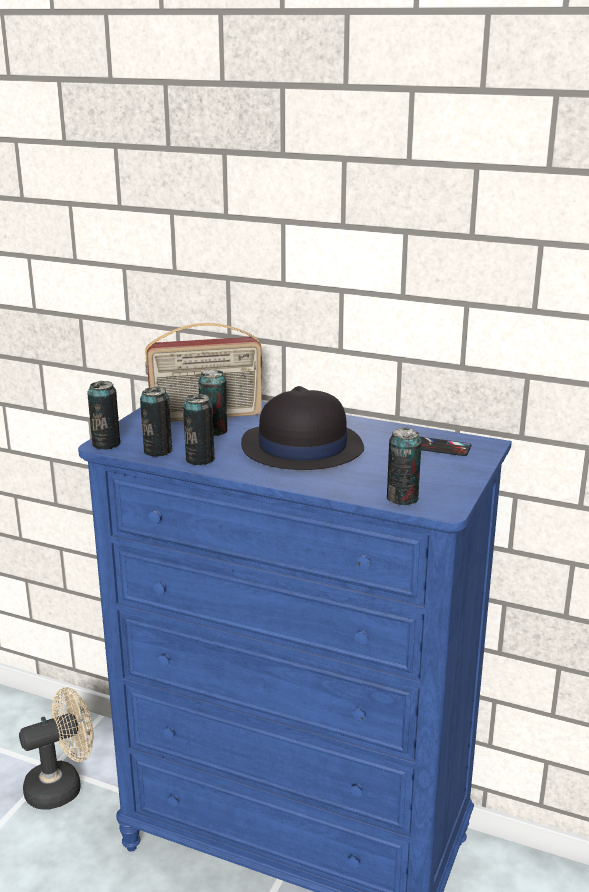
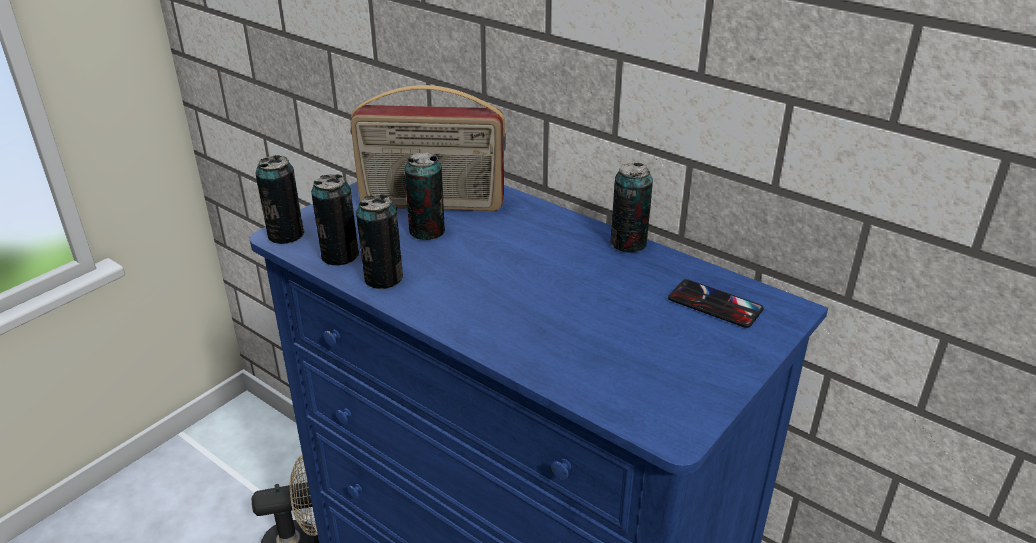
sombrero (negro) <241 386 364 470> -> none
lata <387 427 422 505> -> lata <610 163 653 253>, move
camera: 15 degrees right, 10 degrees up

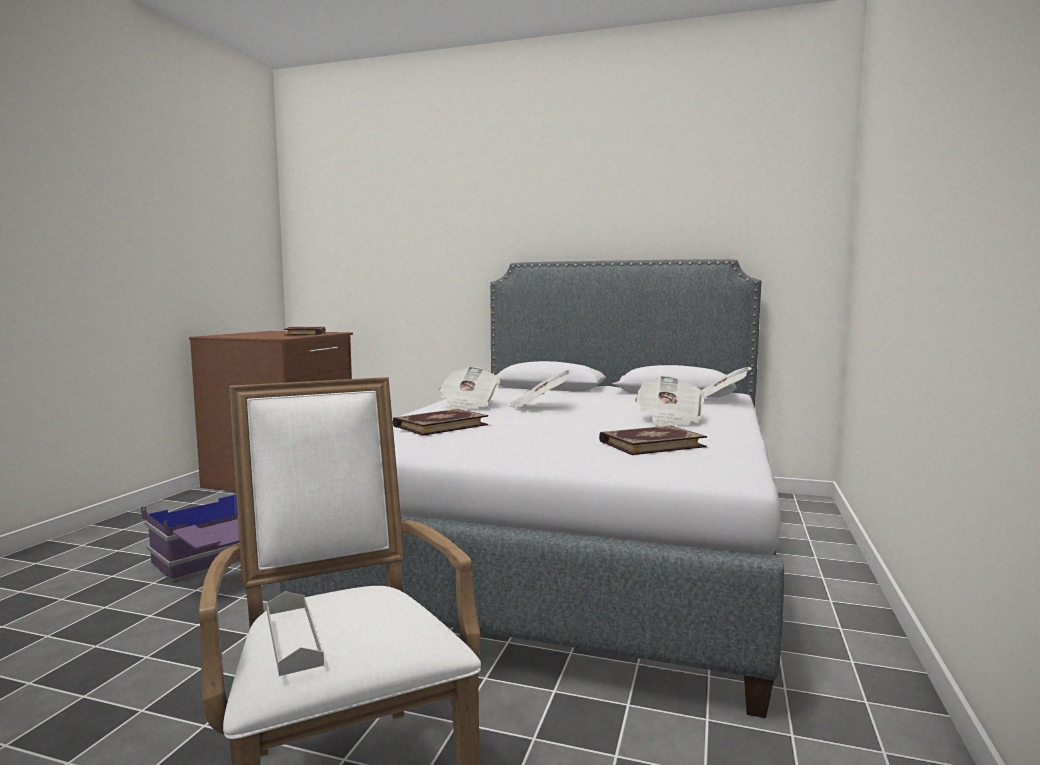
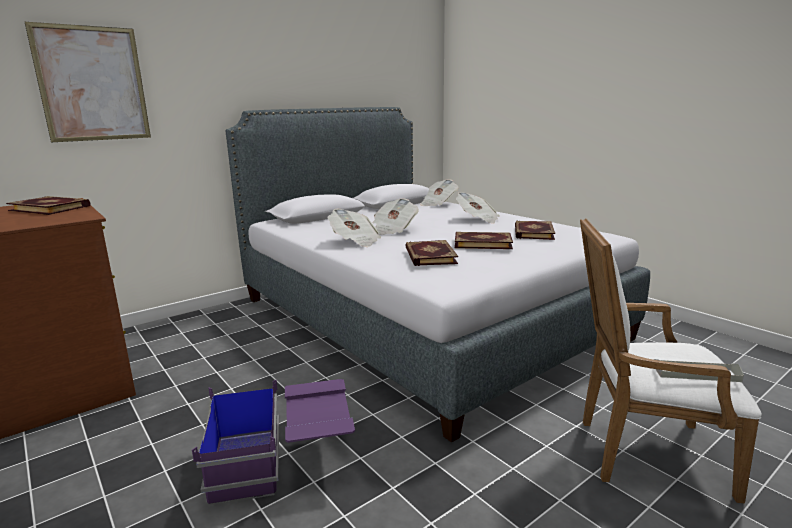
none -> cuadro <25 22 151 142>
none -> libro <455 232 513 249>
camera: 55 degrees left, 10 degrees up

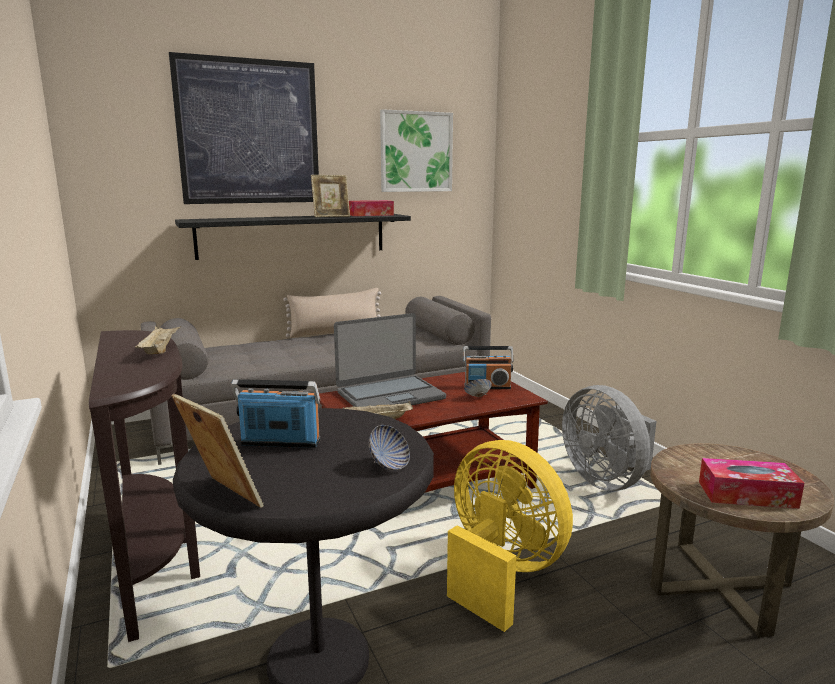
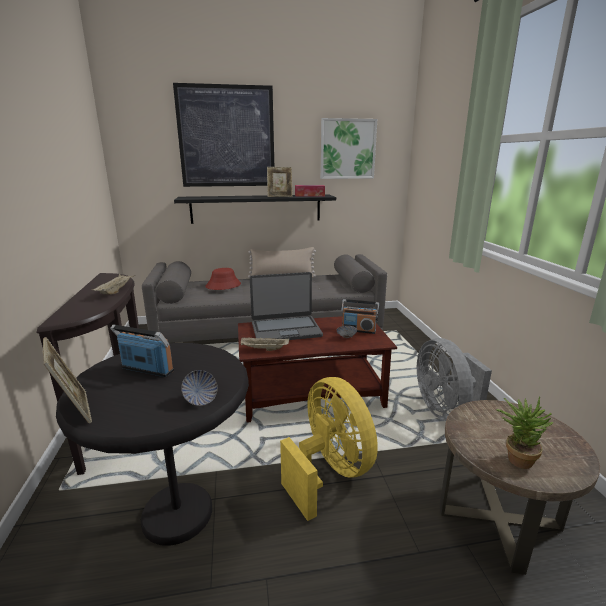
none -> sombrero (rojo) <205 268 241 290>
caja de pañuelos <699 458 804 509> -> planta en maceta <496 396 554 469>
camera: 15 degrees right, 5 degrees up

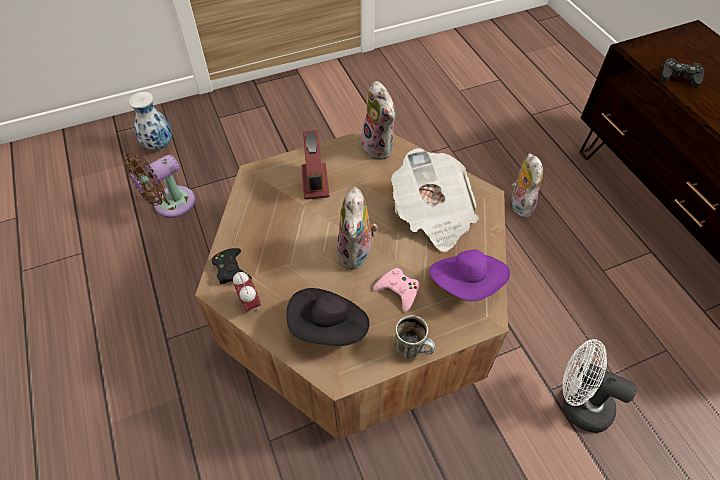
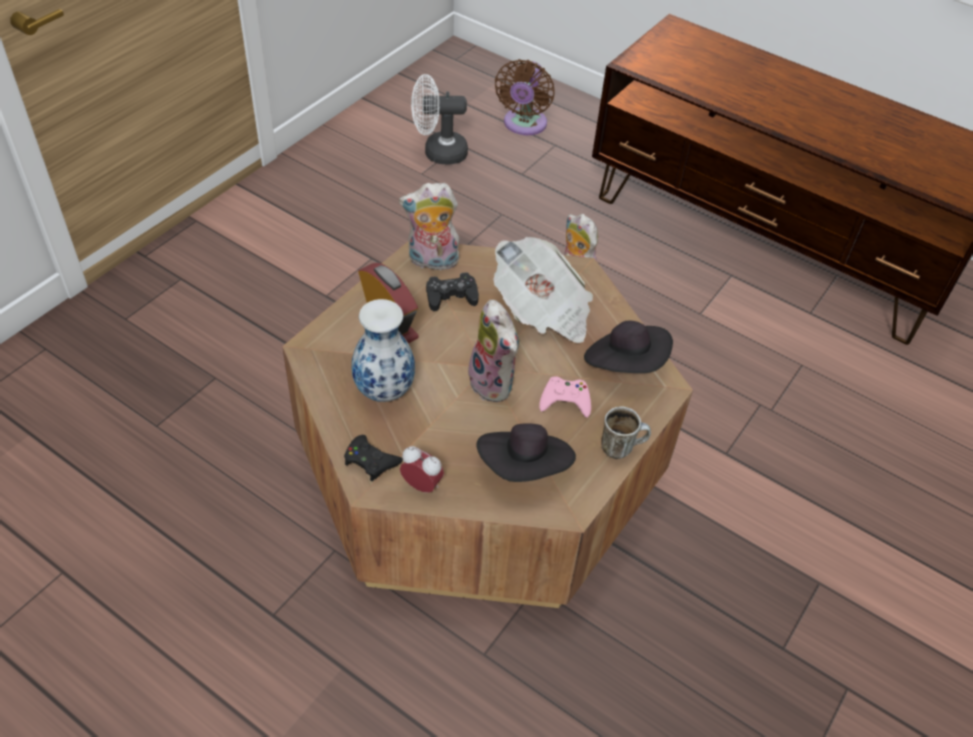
ventilador (marrón) <123 152 195 218> -> ventilador (marrón) <495 59 555 135>, move
florero <129 92 172 150> -> florero <352 299 415 402>, move
ventilador (blanco) <562 339 637 433> -> ventilador (blanco) <411 74 468 165>, move
mando de consola (negro) <660 58 704 88> -> mando de consola (negro) <426 272 479 311>, move
sombrero (morado) <430 250 510 301> -> sombrero (negro) <584 321 673 373>
peluche <361 81 397 160> -> peluche <399 183 461 270>, 150 degrees clockwise
camera: 35 degrees left, 5 degrees down

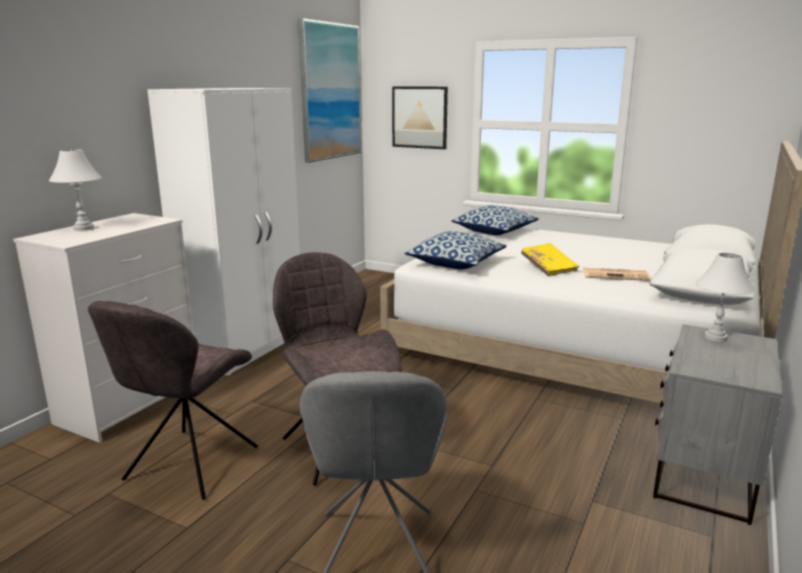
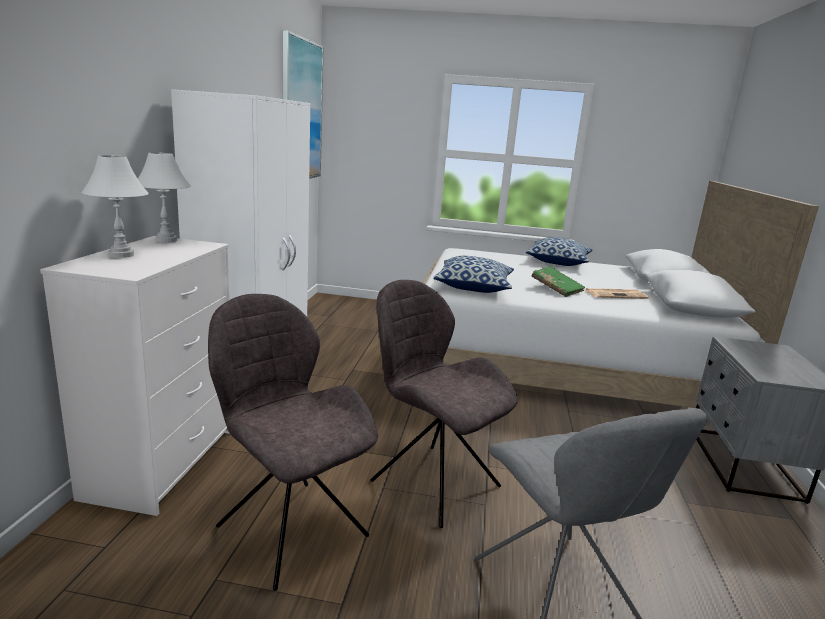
cuadro <392 86 448 149> -> none
cojín <451 205 539 235> -> cojín <526 237 592 266>, move
lámpara de mesa (blanco) <696 253 755 342> -> lámpara de mesa (blanco) <138 152 191 243>, move
libro (amarillo) <521 243 579 276> -> libro (verde) <532 266 585 297>
silla (gris) <88 301 258 500> -> silla (gris) <208 294 378 591>, 135 degrees clockwise
camera: 20 degrees left, 0 degrees up

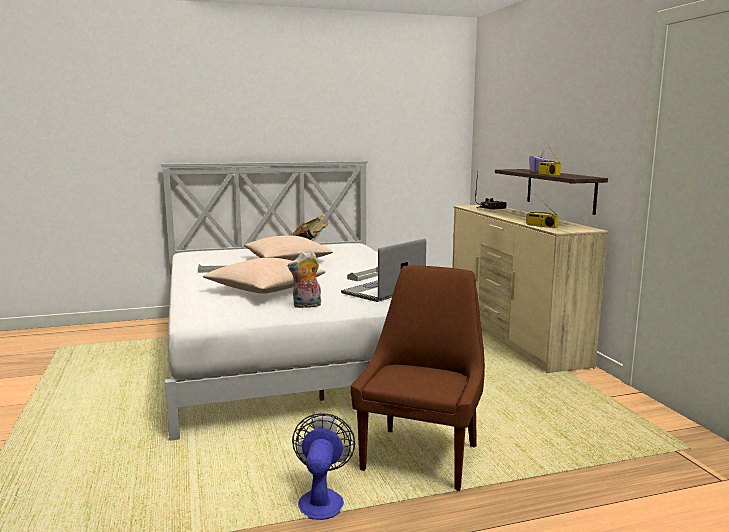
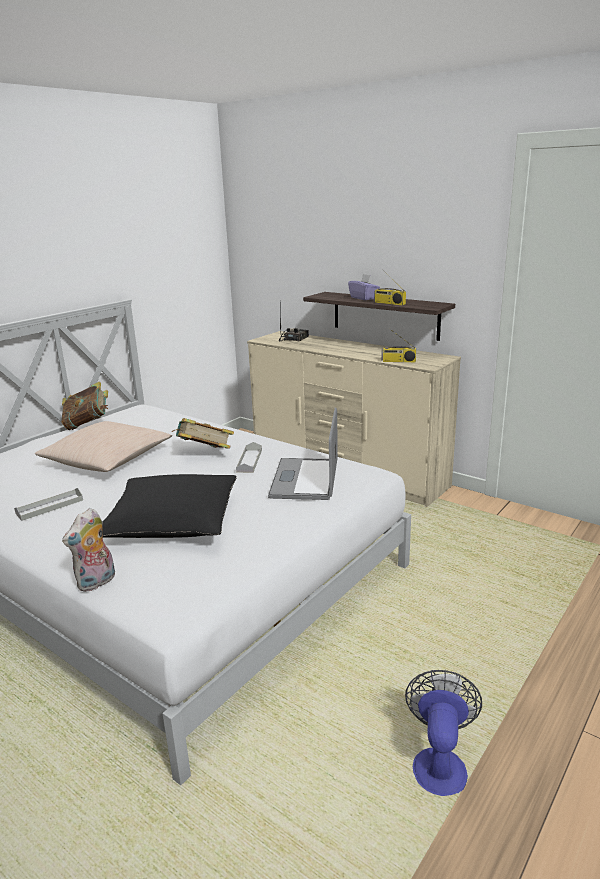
silla (marrón) <351 266 485 491> -> none
none -> libro <172 418 234 449>
peluche <288 251 321 308> -> peluche <62 508 115 592>, move
cojín (beis) <203 258 326 293> -> cojín (negro) <102 474 237 538>
ventilador <292 413 355 520> -> ventilador <405 670 482 796>, 45 degrees clockwise
camera: 35 degrees left, 10 degrees up

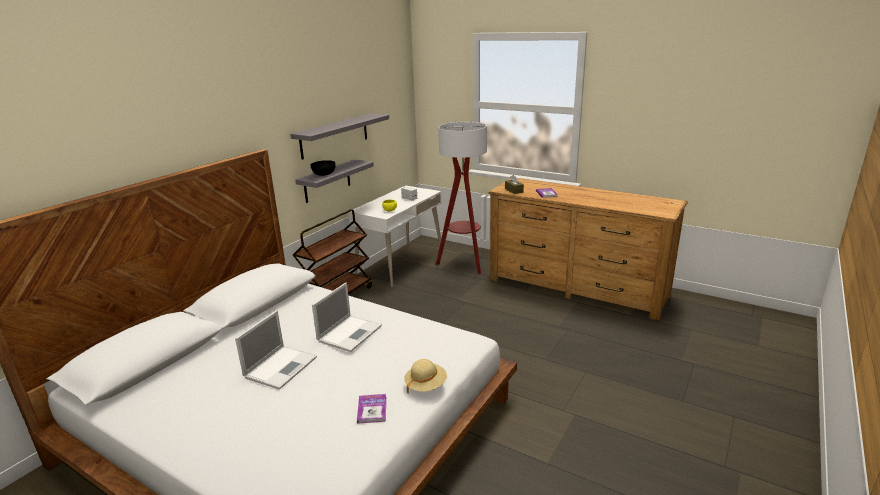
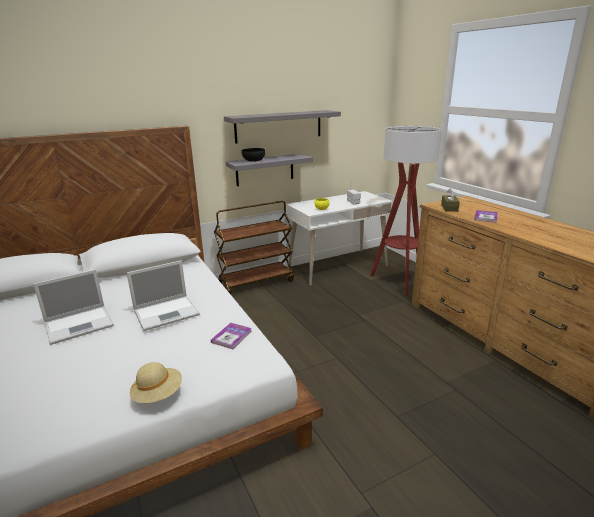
libro <357 394 386 424> -> libro <211 323 252 349>, move
camera: 30 degrees right, 0 degrees up

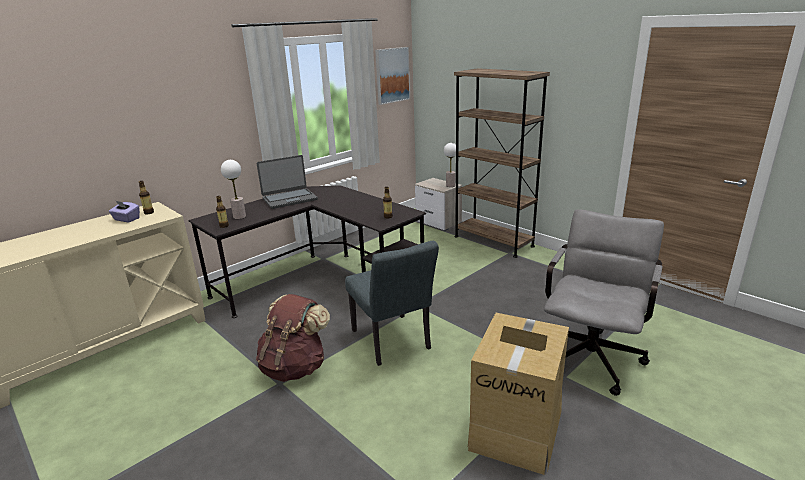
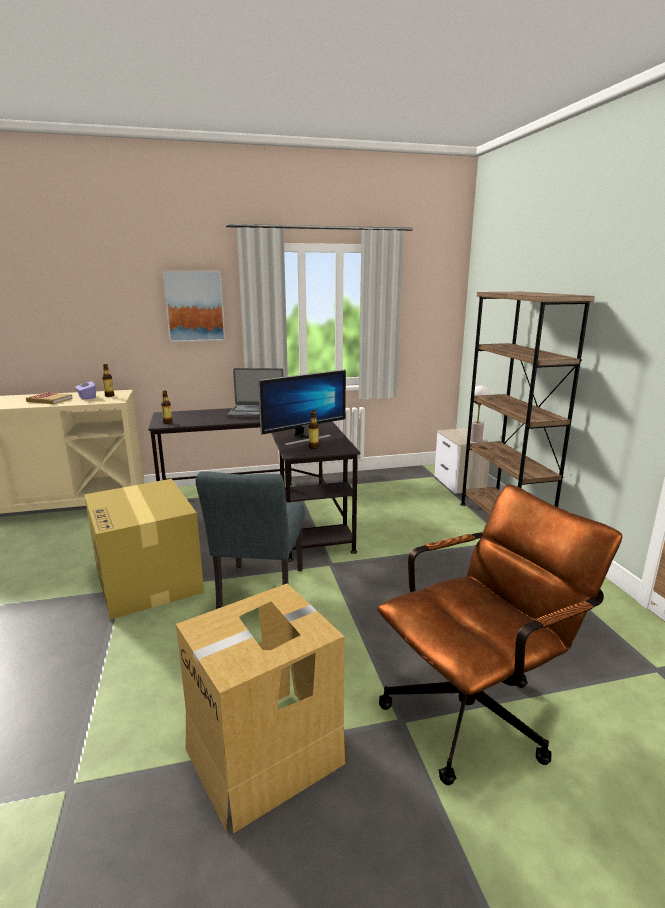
lámpara de mesa <221 160 246 219> -> none
none -> libro <26 392 73 404>
none -> monitor <258 370 346 446>
cuadro <375 47 410 105> -> cuadro <163 271 226 342>, move
mochila (marrón) <256 294 330 382> -> caja de cartón <84 479 204 620>
silla de oficina (gris) <544 209 664 396> -> silla de oficina (marrón) <377 484 622 785>
camera: 30 degrees right, 5 degrees down

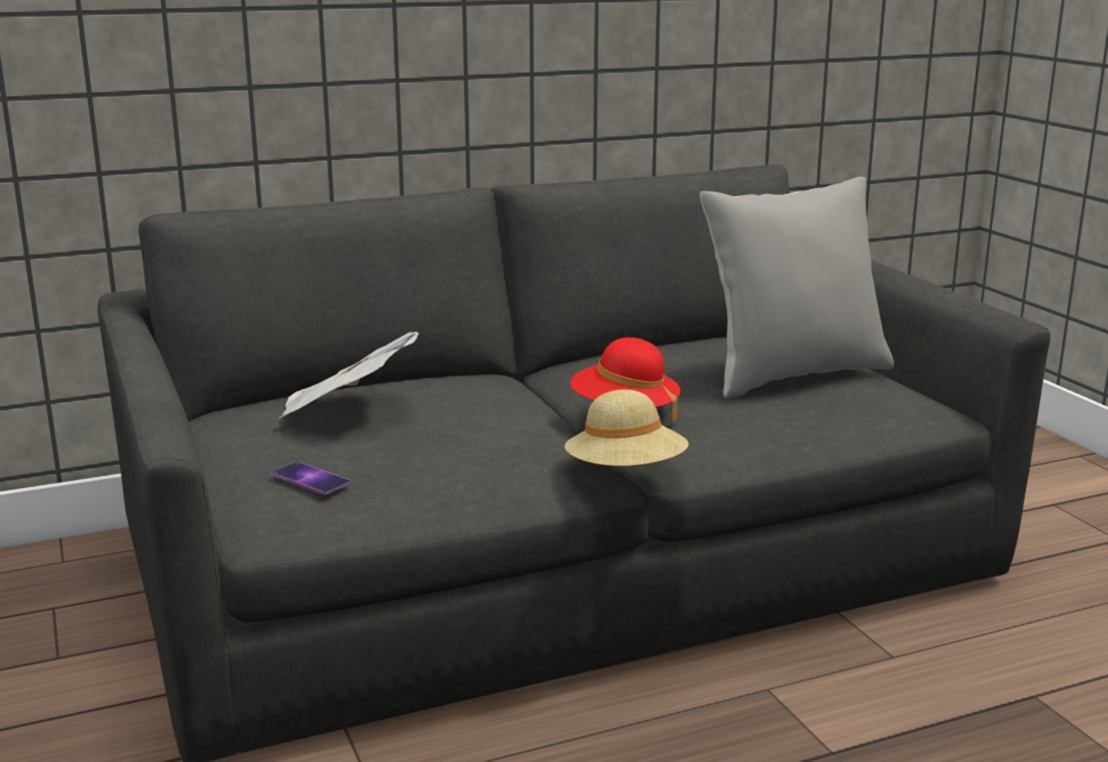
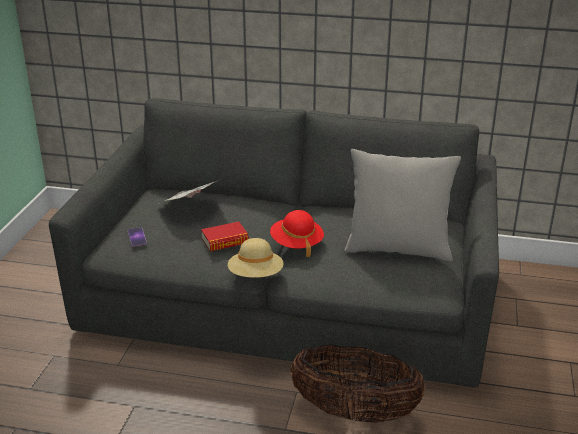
none -> libro <201 222 249 251>
none -> cesta <290 344 426 423>
camera: 35 degrees right, 10 degrees up

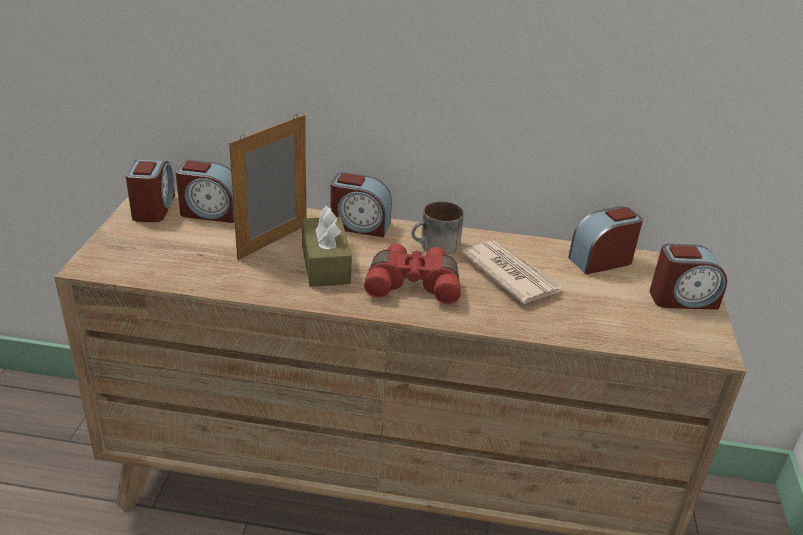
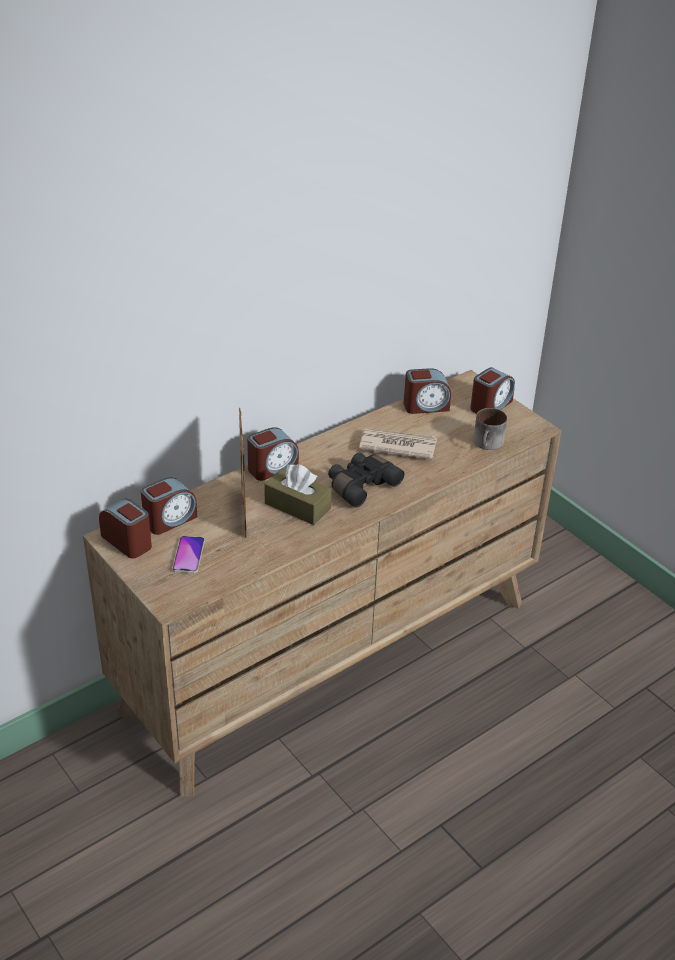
none -> móvil <172 536 205 573>
taza grande <411 201 464 255> -> taza grande <474 408 507 450>, move
prismáticos (rojo) <364 244 461 304> -> prismáticos (negro) <328 453 404 508>
despertador <568 206 643 275> -> despertador <404 368 451 414>, 120 degrees counterclockwise
camera: 45 degrees left, 5 degrees up

